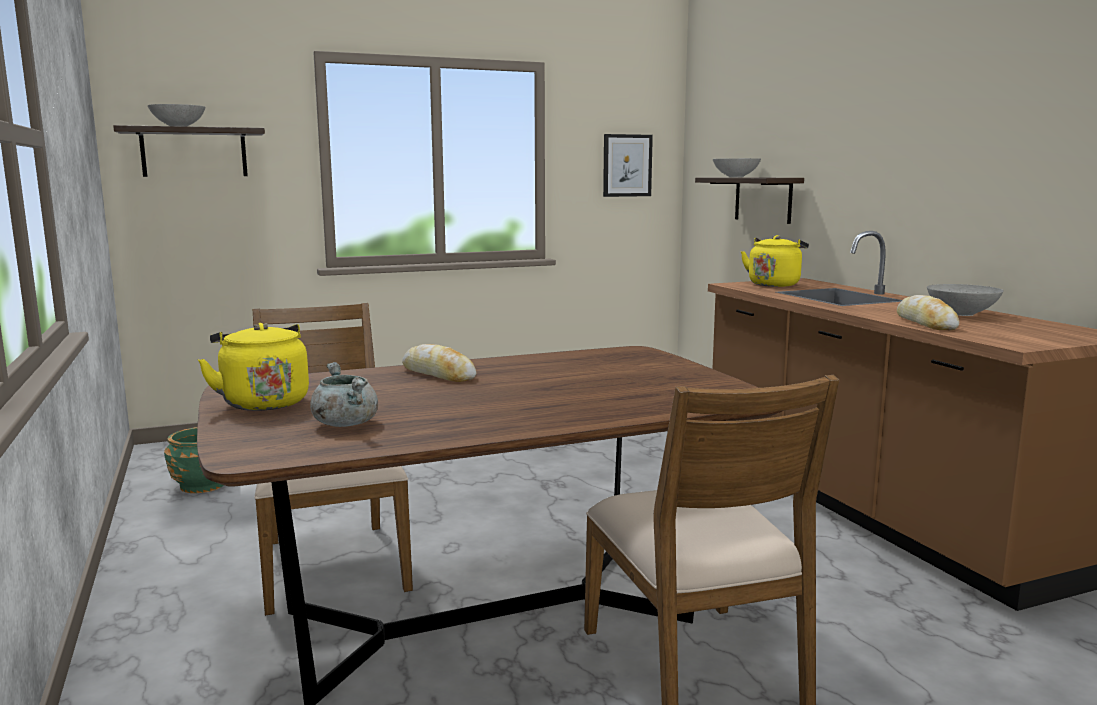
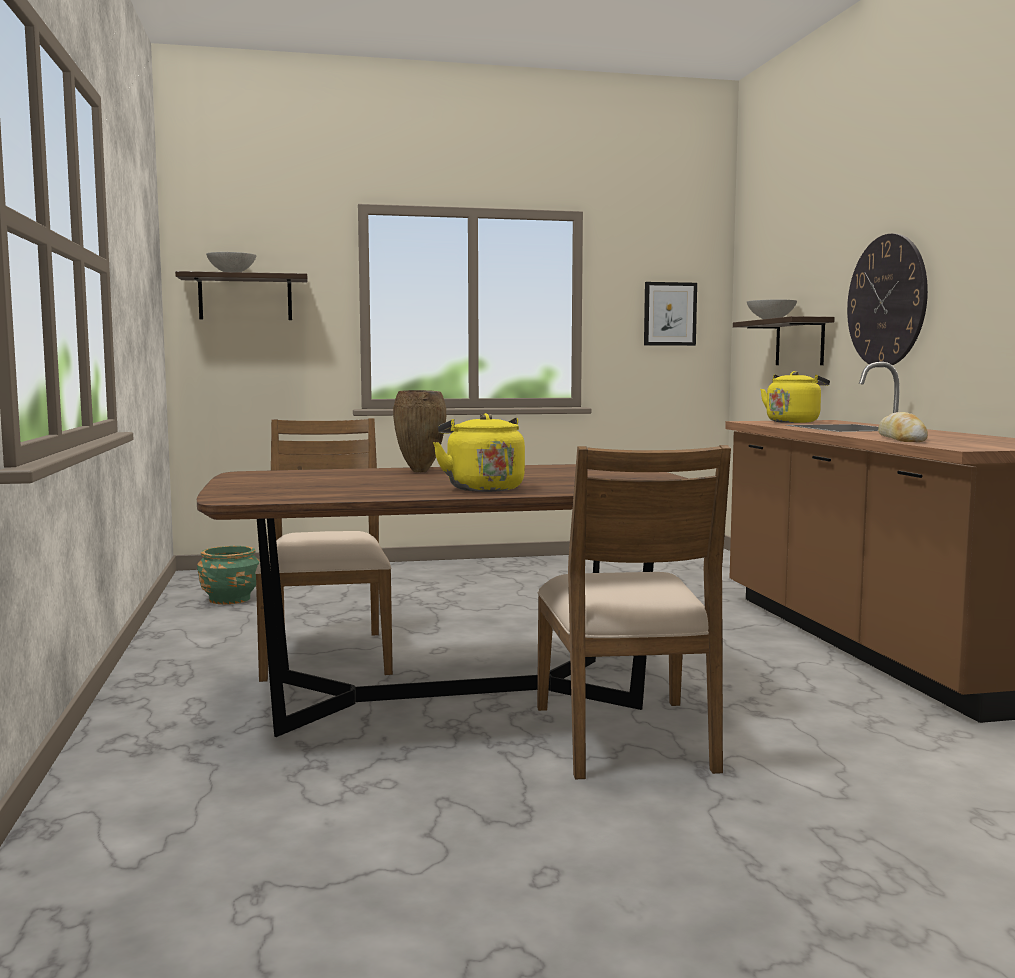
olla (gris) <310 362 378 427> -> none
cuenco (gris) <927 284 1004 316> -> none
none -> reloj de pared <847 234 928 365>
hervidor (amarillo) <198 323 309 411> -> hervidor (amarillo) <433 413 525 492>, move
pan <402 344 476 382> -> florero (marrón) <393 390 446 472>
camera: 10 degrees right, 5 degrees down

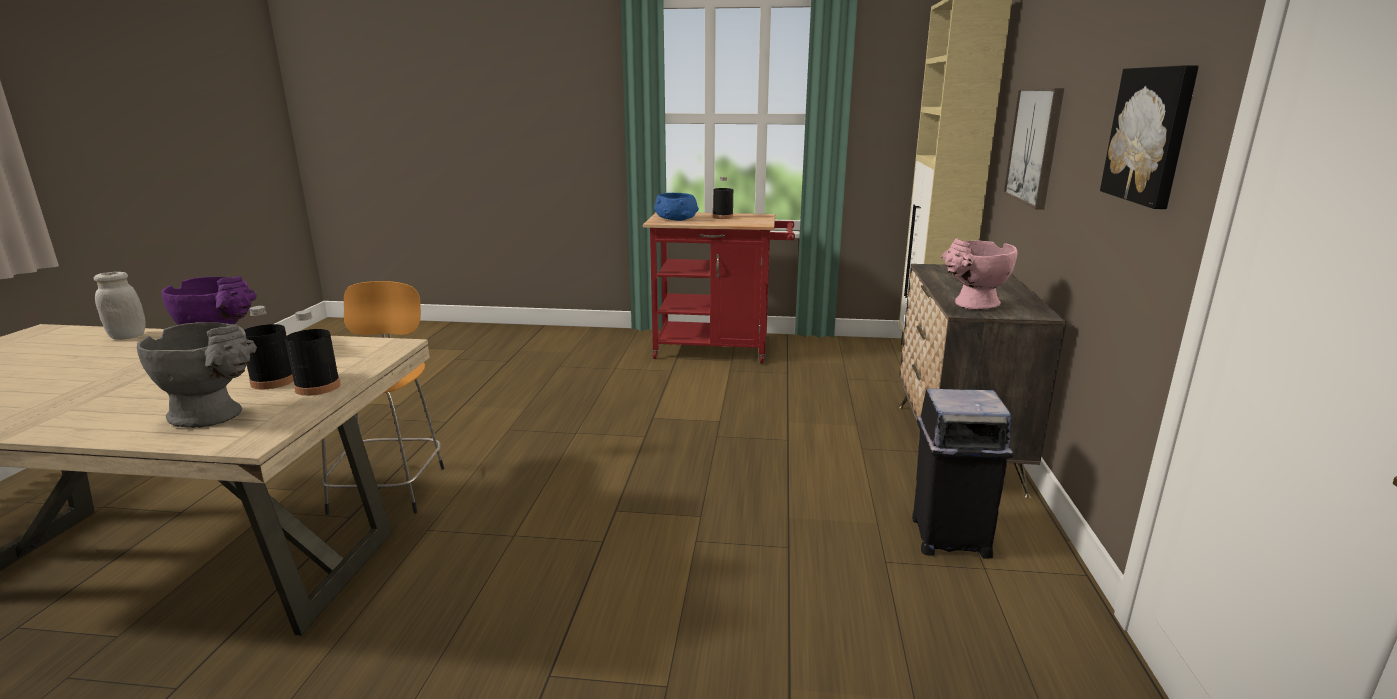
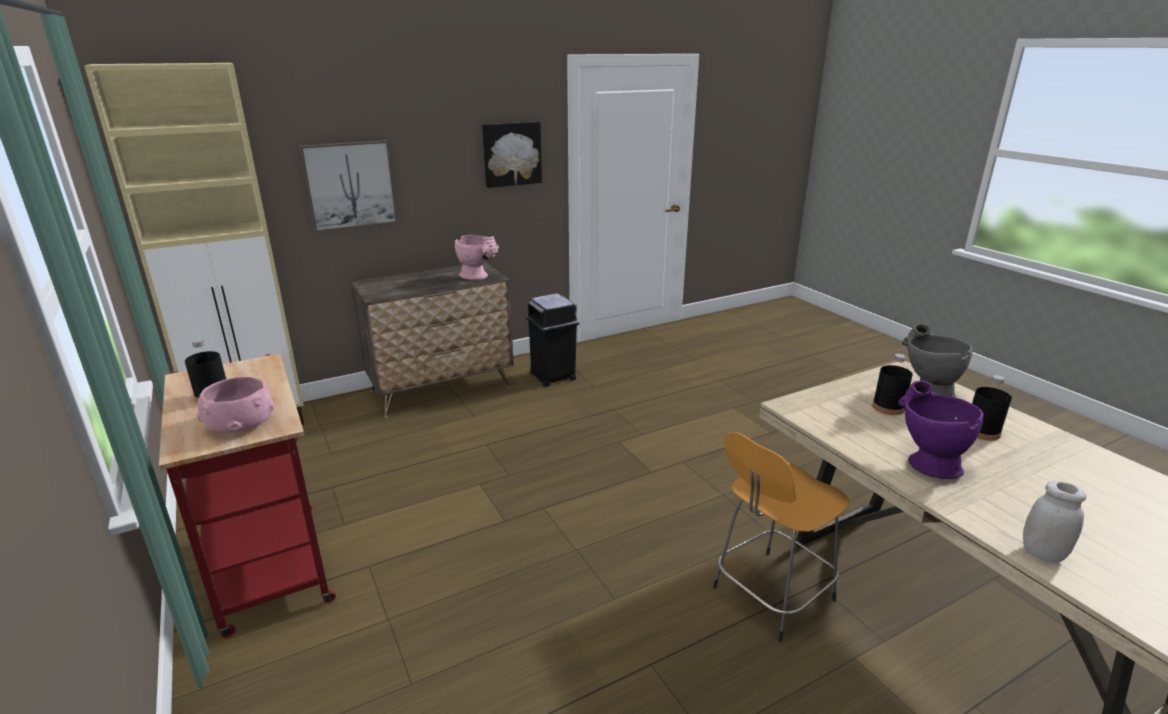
botella (negro) <285 310 341 396> -> botella (negro) <972 375 1012 441>, move
cuenco (azul) <654 193 699 221> -> cuenco (rosa) <196 377 275 432>
camera: 125 degrees left, 5 degrees up

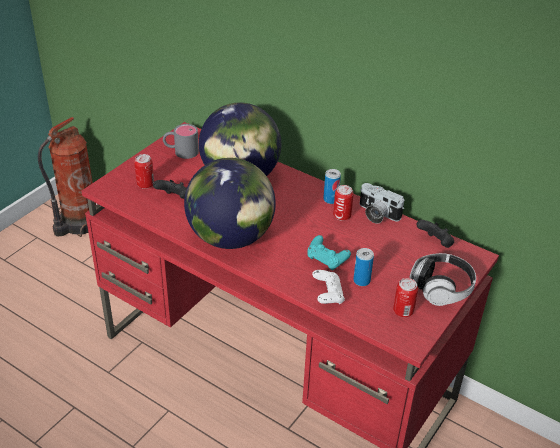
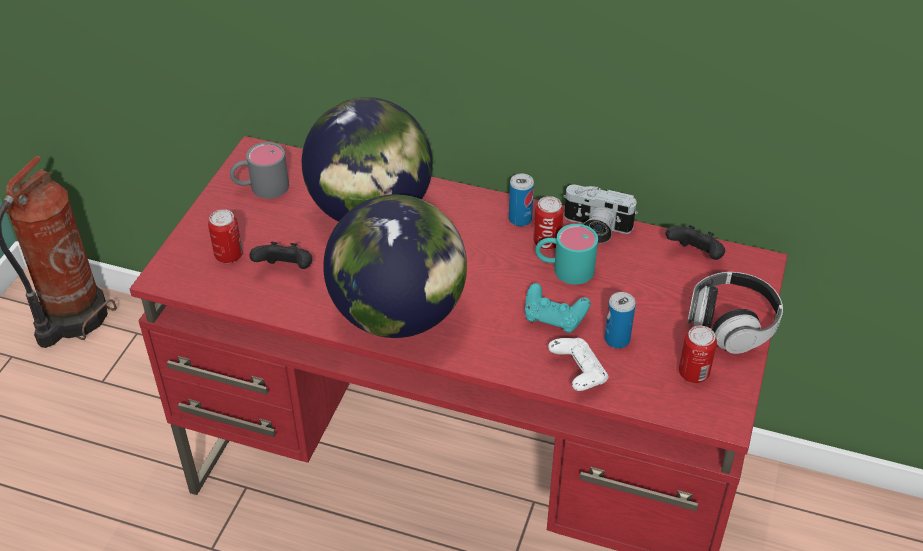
none -> taza grande (turquesa) <535 224 598 285>
camera: 15 degrees left, 5 degrees up

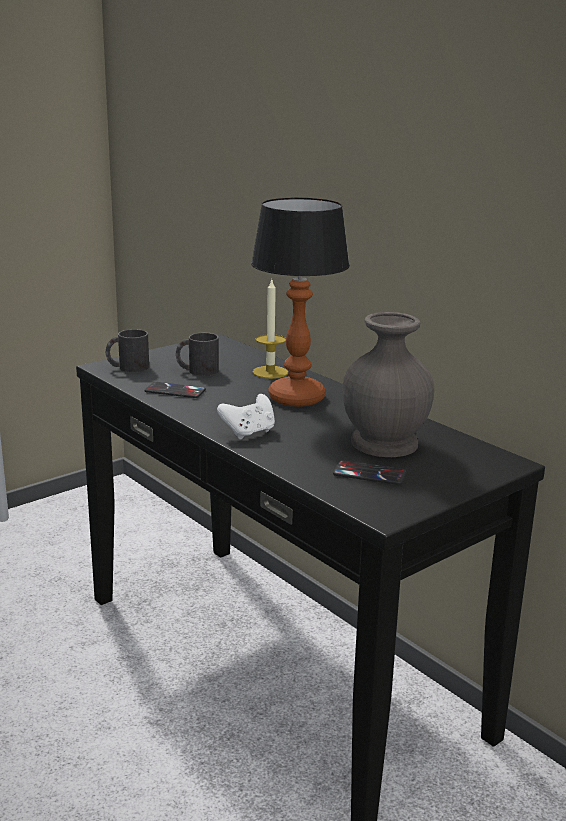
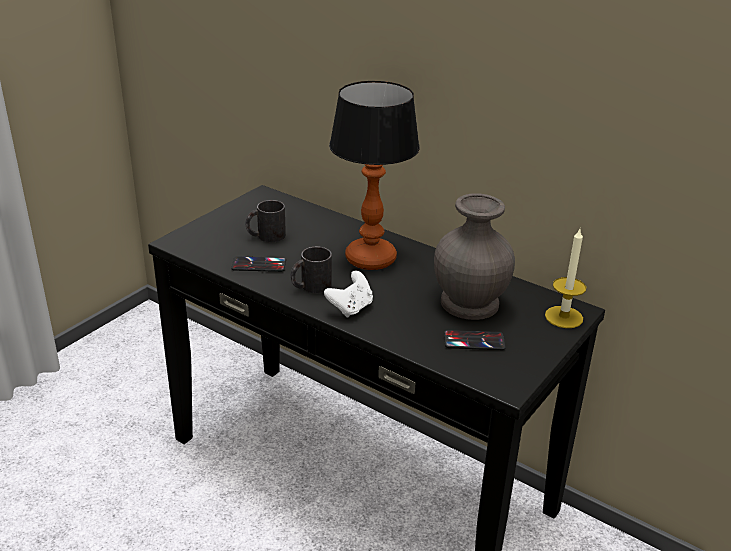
taza grande (negro) <106 329 149 372> -> taza grande (negro) <290 247 332 293>, move
vela <252 280 288 379> -> vela <545 229 586 328>, move
camera: 15 degrees left, 10 degrees up

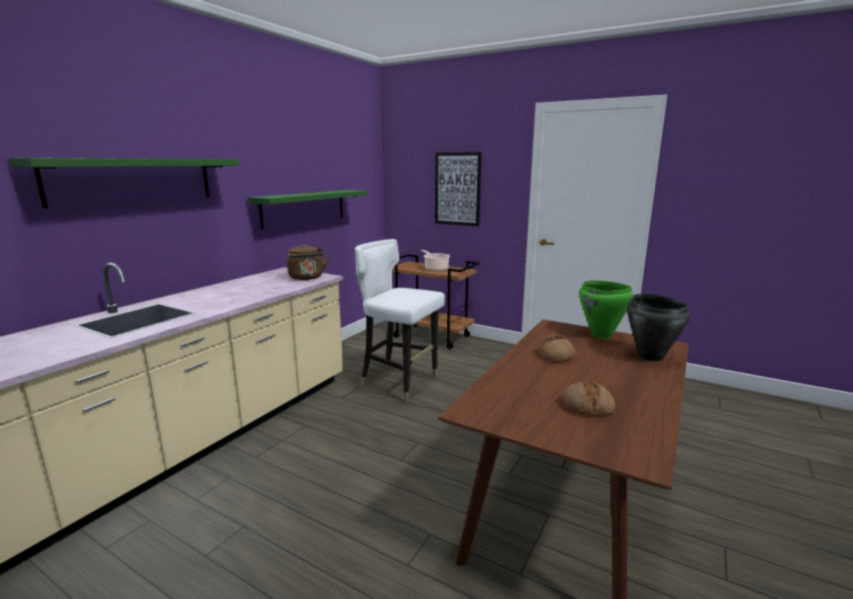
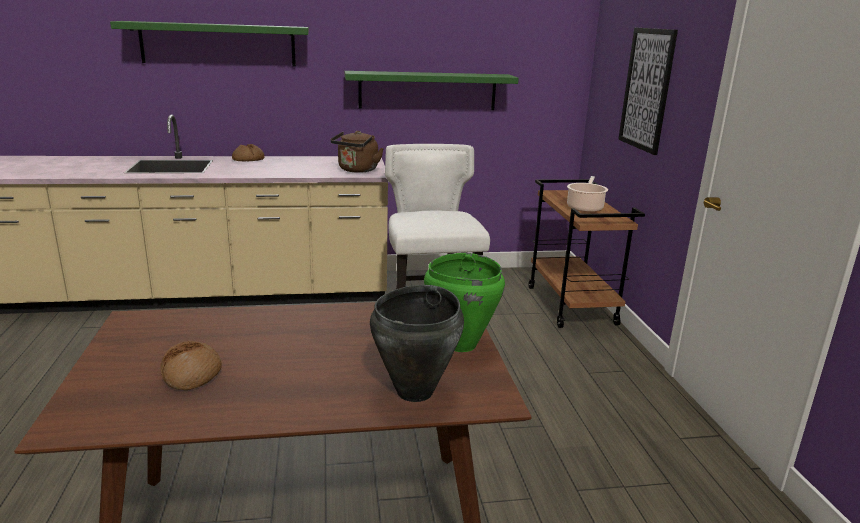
pan <540 335 576 362> -> pan <232 144 265 161>, move
camera: 50 degrees right, 5 degrees up

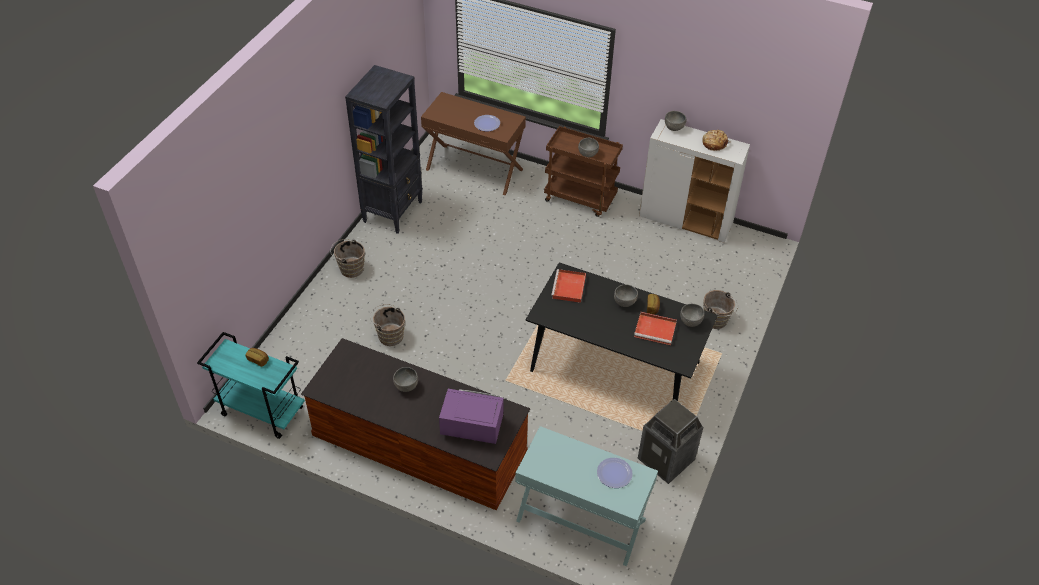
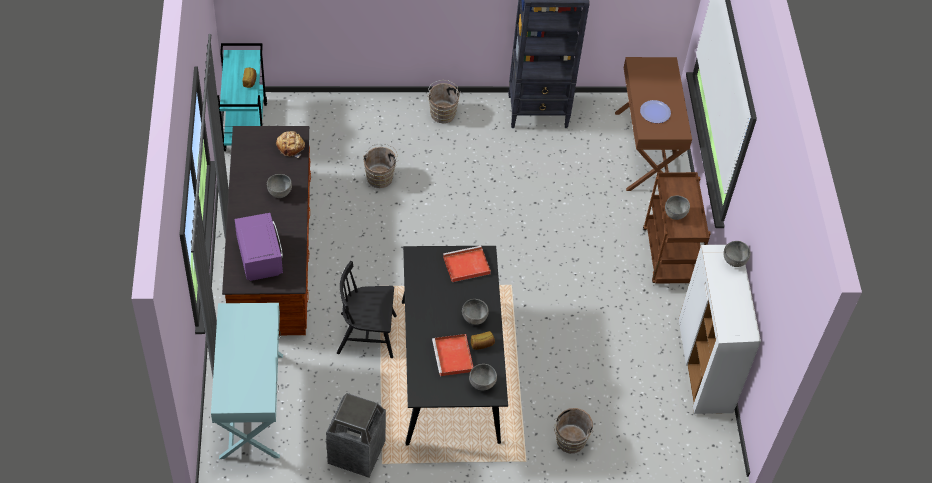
plato <597 458 633 488> -> none
none -> silla (negro) <337 261 397 358>
pan <703 130 731 151> -> pan <276 131 305 158>, move
camera: 60 degrees right, 5 degrees up

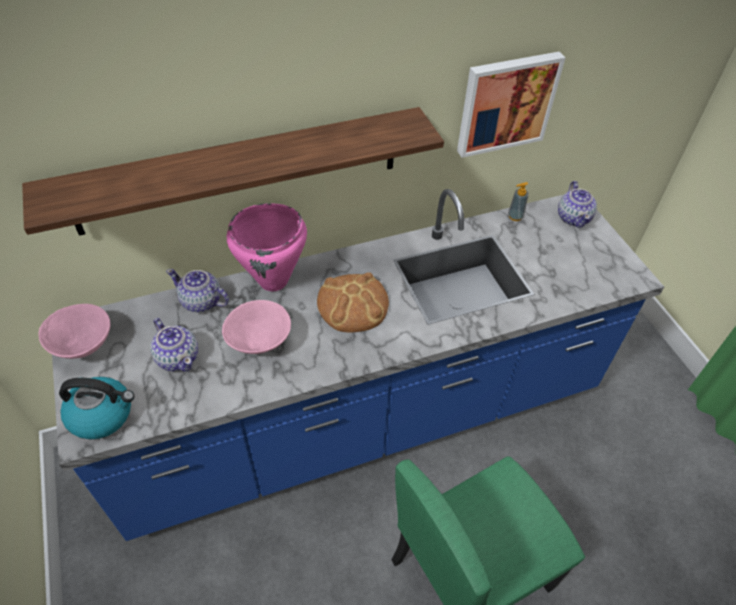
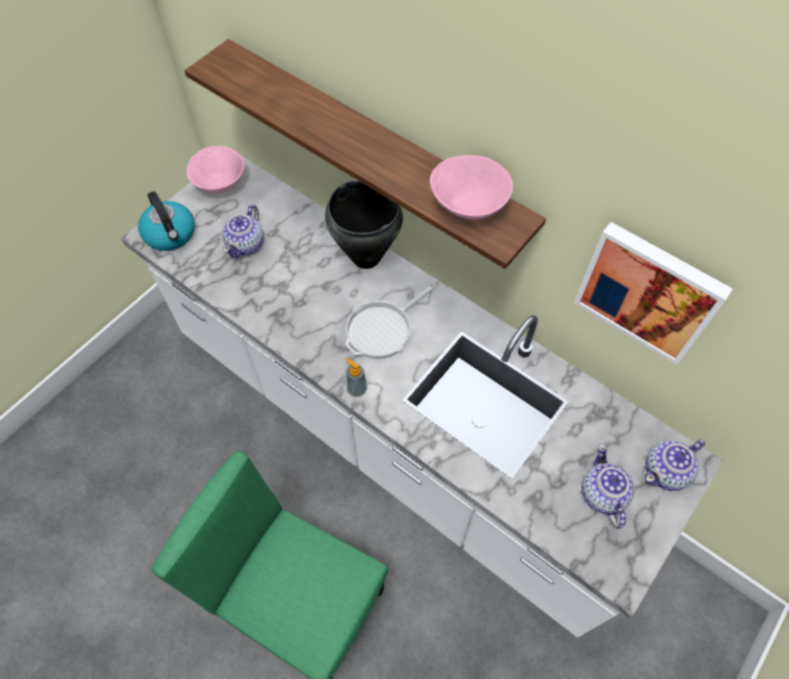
tetera <166 269 229 312> -> tetera <581 444 634 529>, move
cuenco (rosa) <222 300 291 354> -> cuenco (rosa) <430 155 513 220>, move
dispensador de jabón <508 182 529 221> -> dispensador de jabón <345 358 367 397>, move
pan <317 272 389 332> -> sartén <345 283 436 359>
mueble bajo de cocina (azul) <52 189 664 541> -> mueble bajo de cocina (blanco) <121 156 723 638>
olla (rosa) <227 203 307 291> -> olla (negro) <325 180 403 269>
camera: 60 degrees right, 10 degrees up

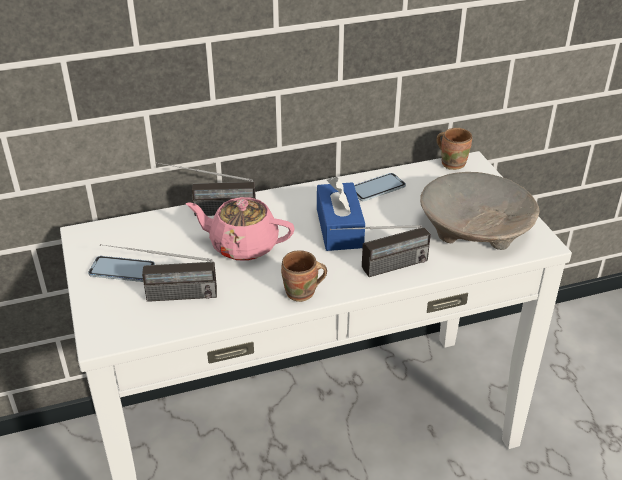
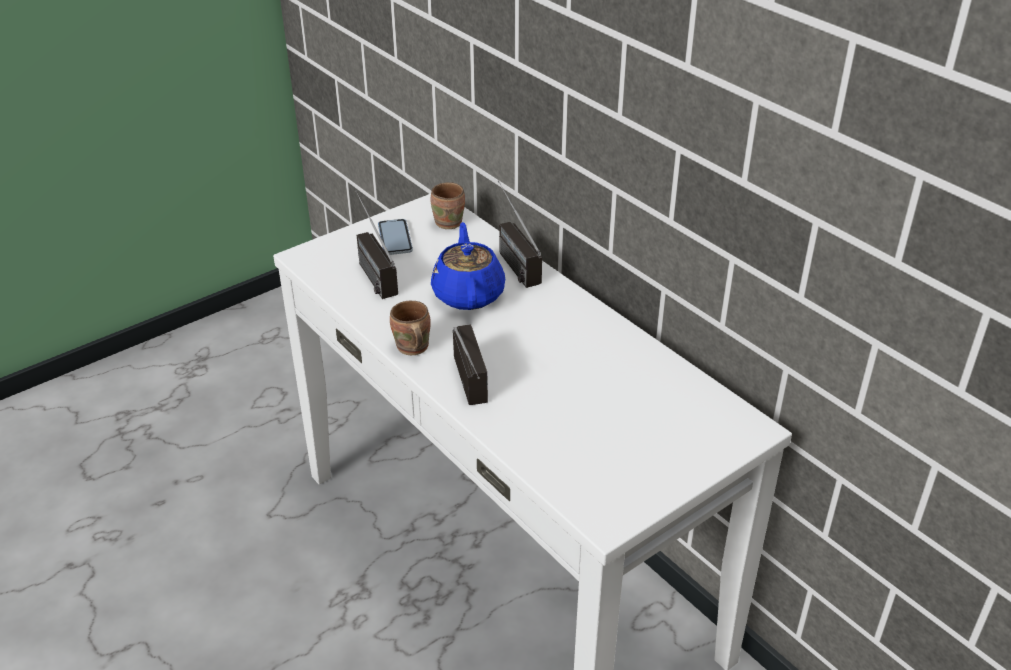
caja de pañuelos (azul) <317 177 365 251> -> none
móvil <354 173 406 201> -> none
cuenco (beis) <420 172 539 250> -> none
taza grande (marrón) <436 128 472 170> -> taza grande (marrón) <430 182 465 229>, move
tetera (rosa) <186 197 294 261> -> tetera (azul) <431 222 505 310>
radio <330 225 431 277> -> radio <453 324 488 405>, 150 degrees counterclockwise
camera: 70 degrees right, 0 degrees up

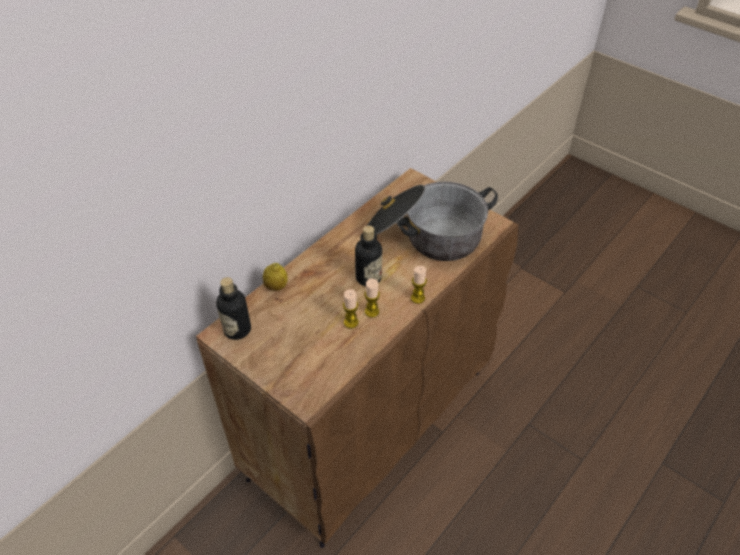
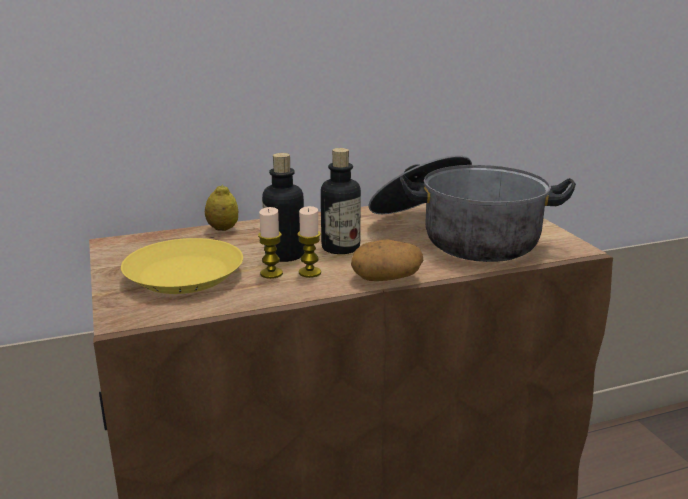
none -> plato (amarillo) <121 238 243 294>
botella <216 277 251 340> -> botella <262 153 305 262>, move
vela <411 266 427 304> -> patata <351 239 423 281>
camera: 30 degrees right, 25 degrees down

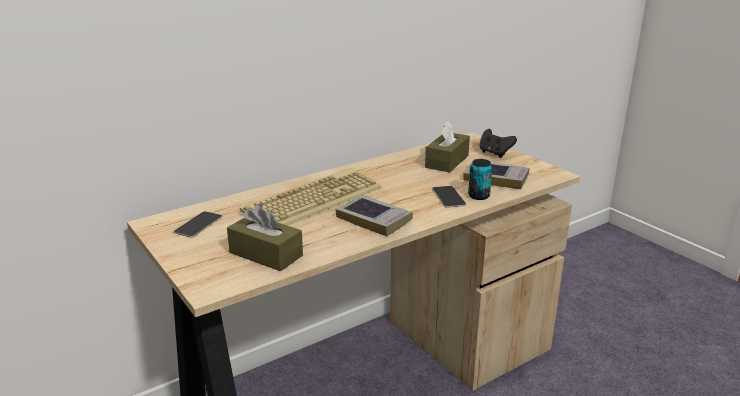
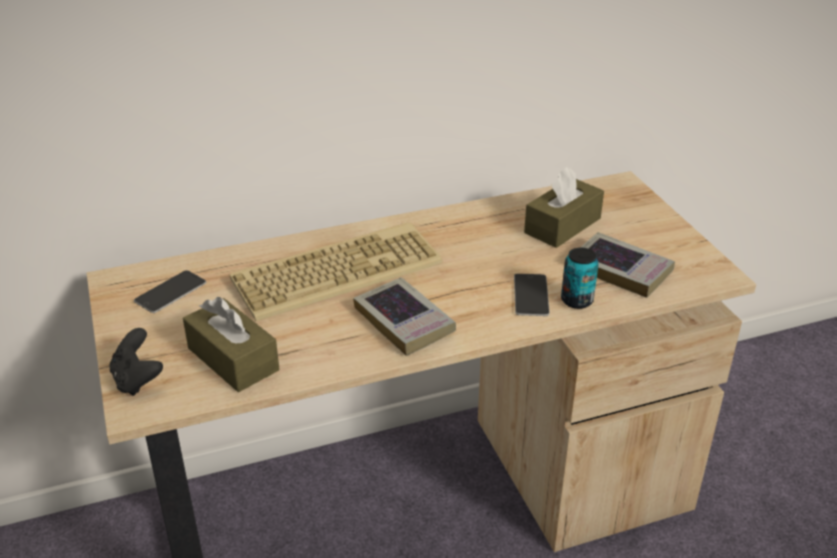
mando de consola (negro) <479 129 517 158> -> mando de consola (negro) <109 328 163 396>, move
camera: 15 degrees right, 10 degrees up

